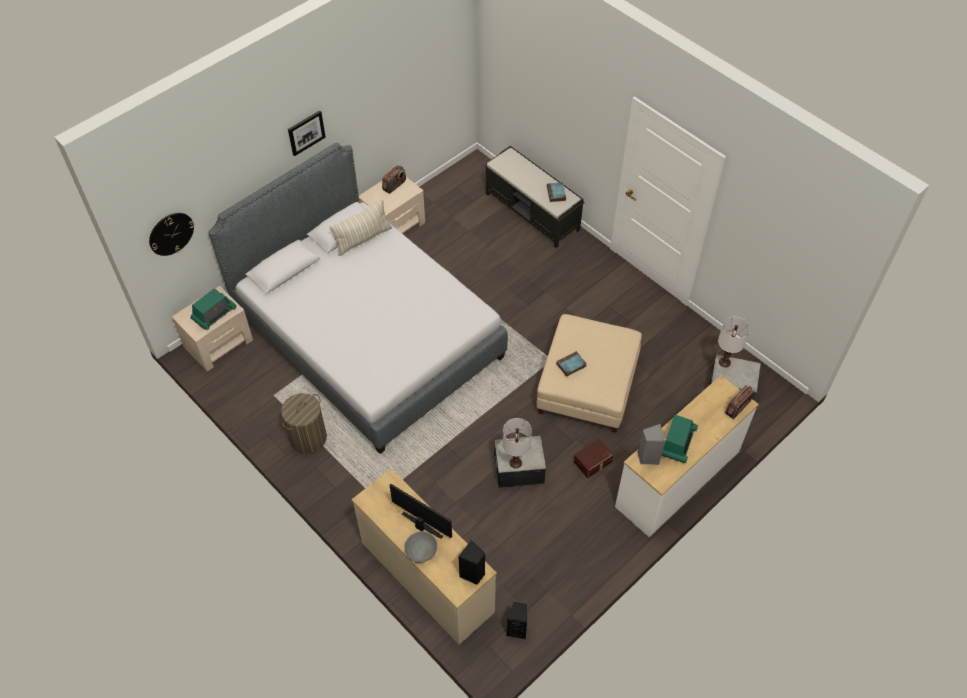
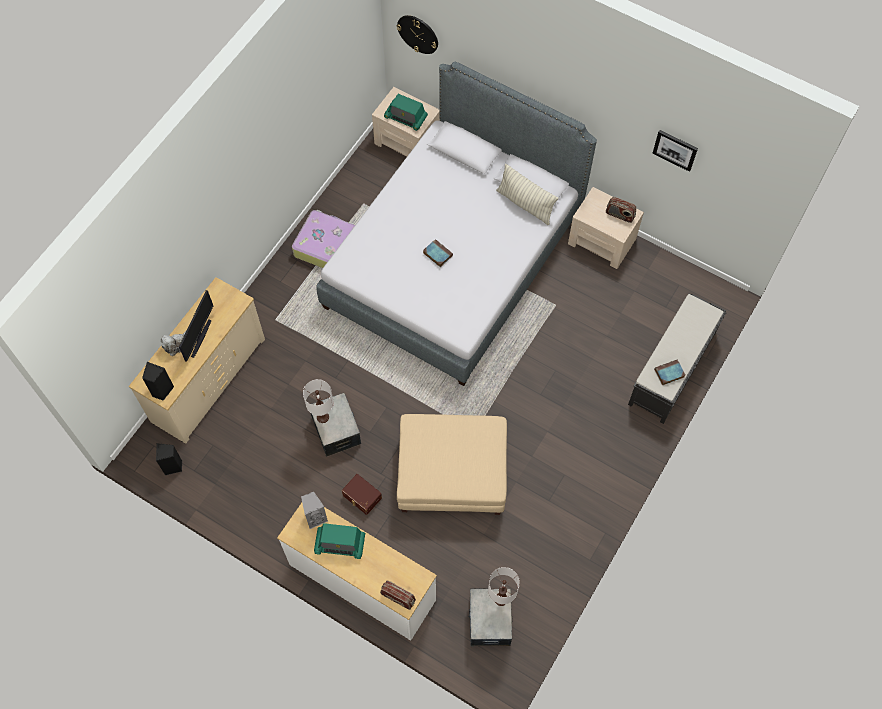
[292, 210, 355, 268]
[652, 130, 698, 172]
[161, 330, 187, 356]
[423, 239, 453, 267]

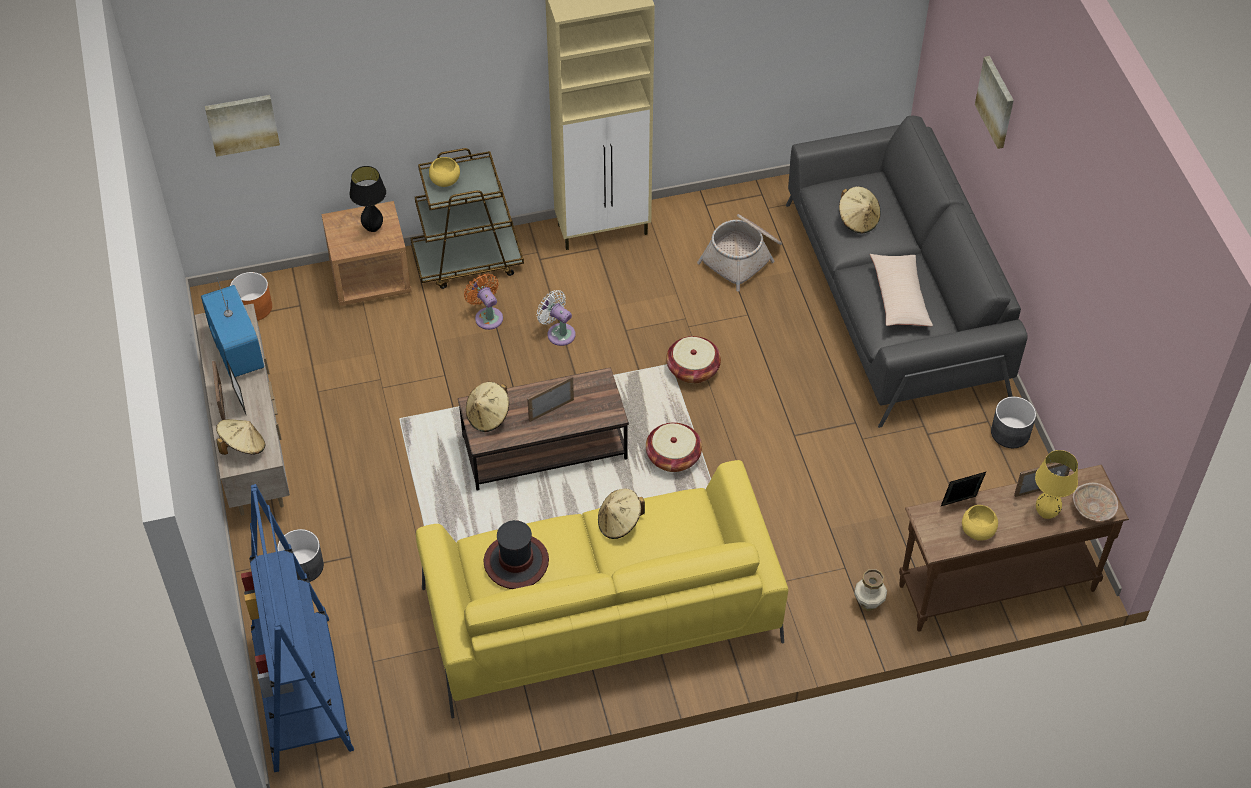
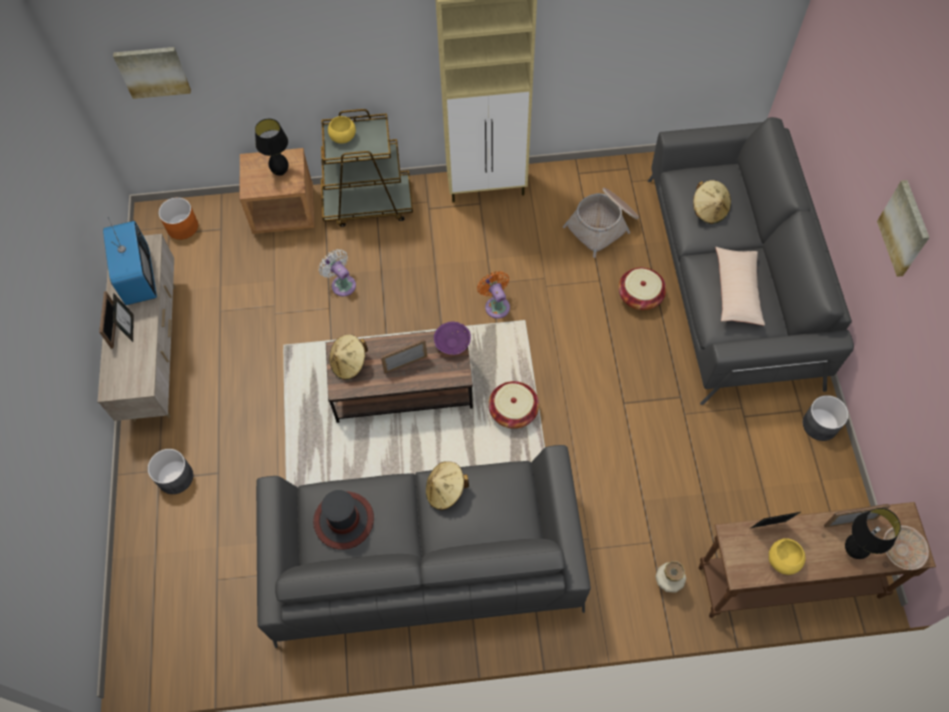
[216, 419, 265, 455] (first image)
[241, 484, 354, 772] (first image)
[256, 445, 591, 648]
[477, 271, 510, 319]
[319, 249, 356, 296]
[618, 267, 666, 310]
[877, 180, 930, 277]
[845, 508, 901, 559]
[434, 322, 471, 355]

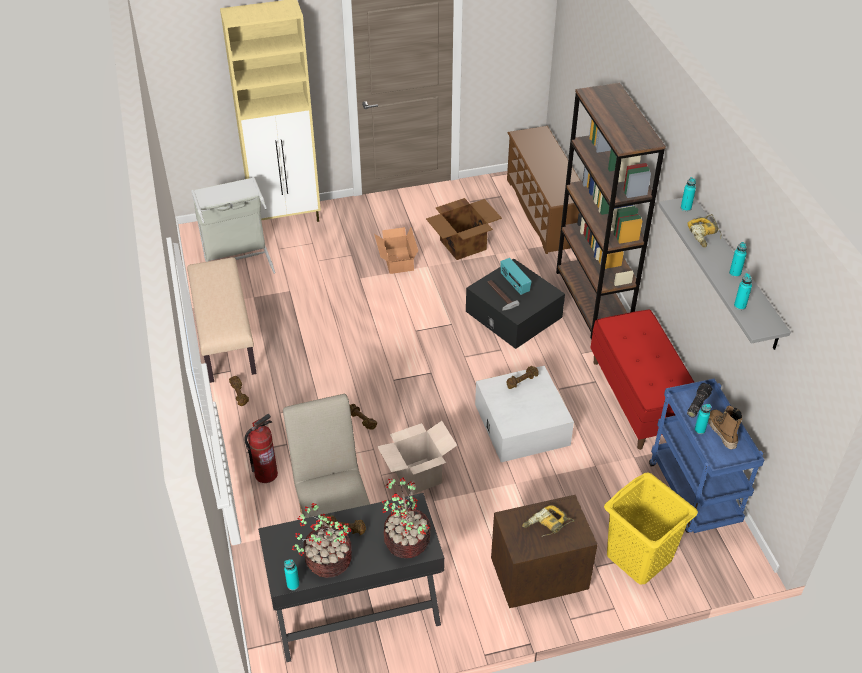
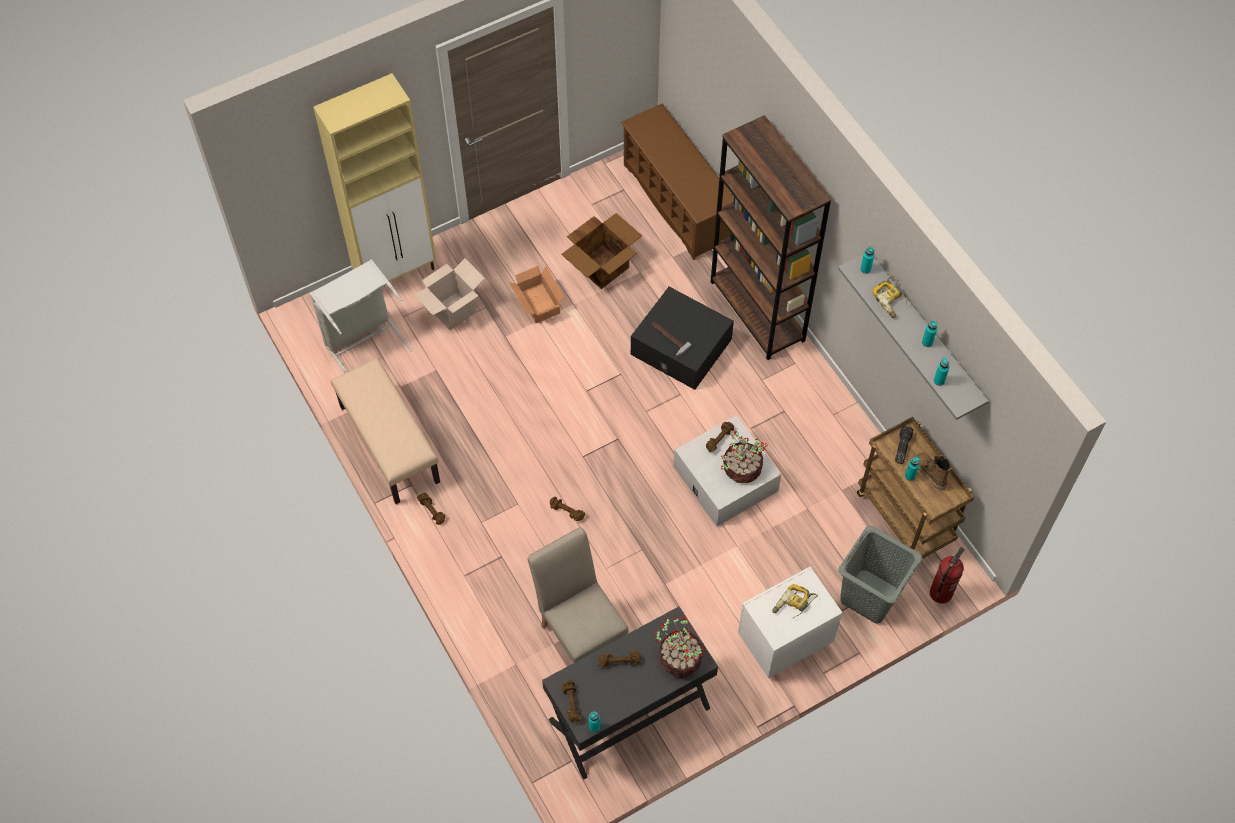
[930, 547, 964, 604]
[721, 431, 768, 483]
[413, 258, 485, 330]
[738, 567, 842, 678]
[501, 258, 532, 295] (first image)
[591, 310, 694, 450] (first image)
[838, 526, 922, 624]
[857, 417, 974, 559]
[561, 680, 582, 723]

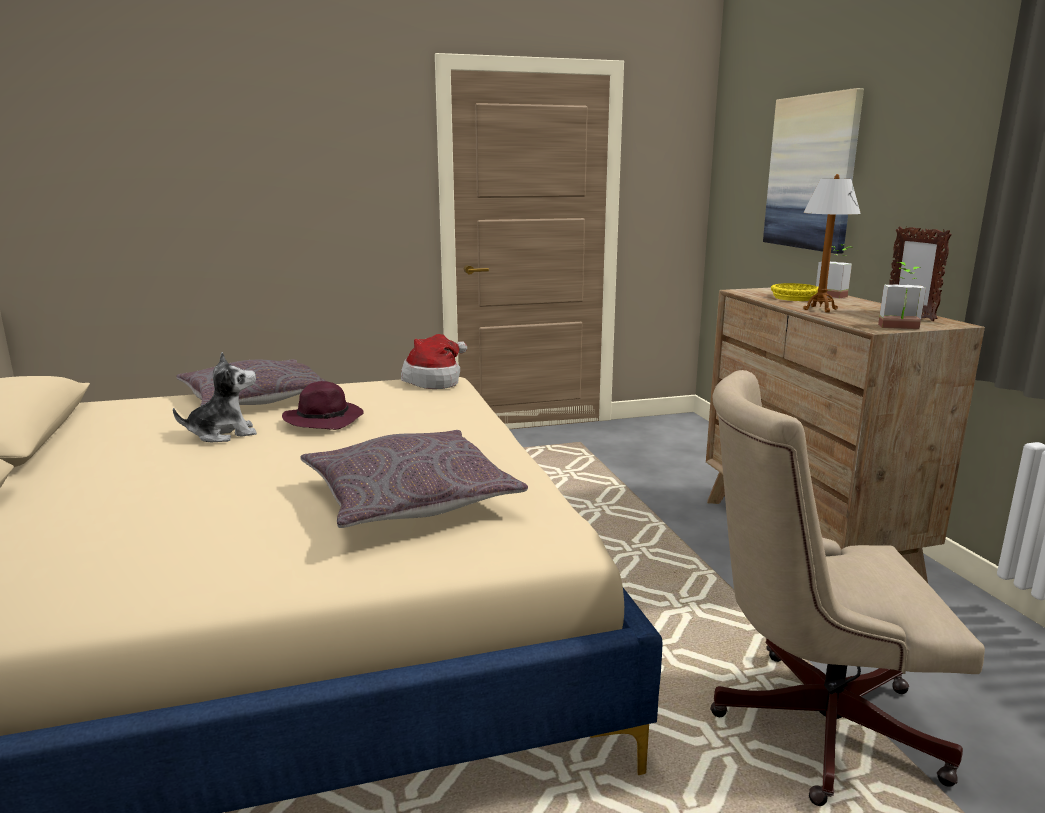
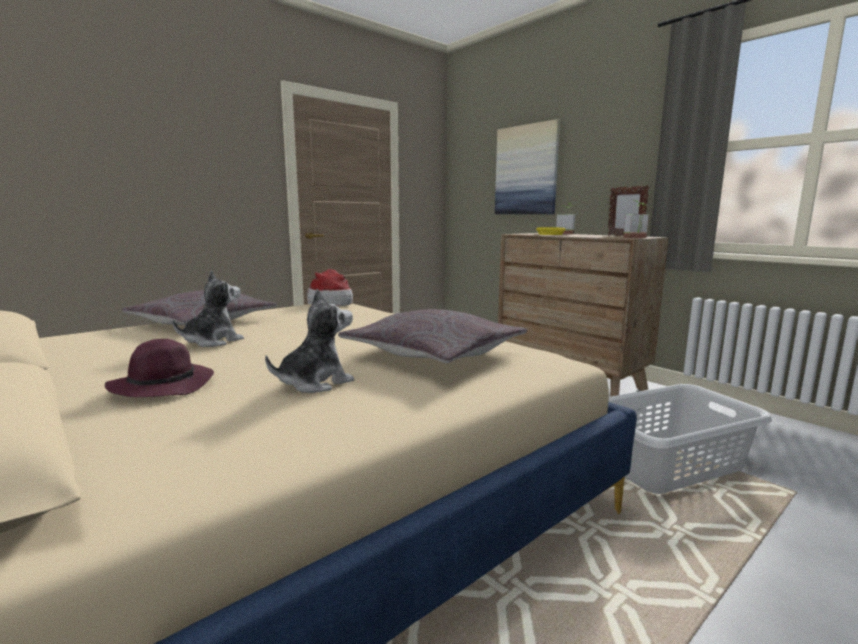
[105, 339, 214, 397]
[608, 384, 772, 494]
[803, 174, 861, 313] (first image)
[265, 289, 354, 393]

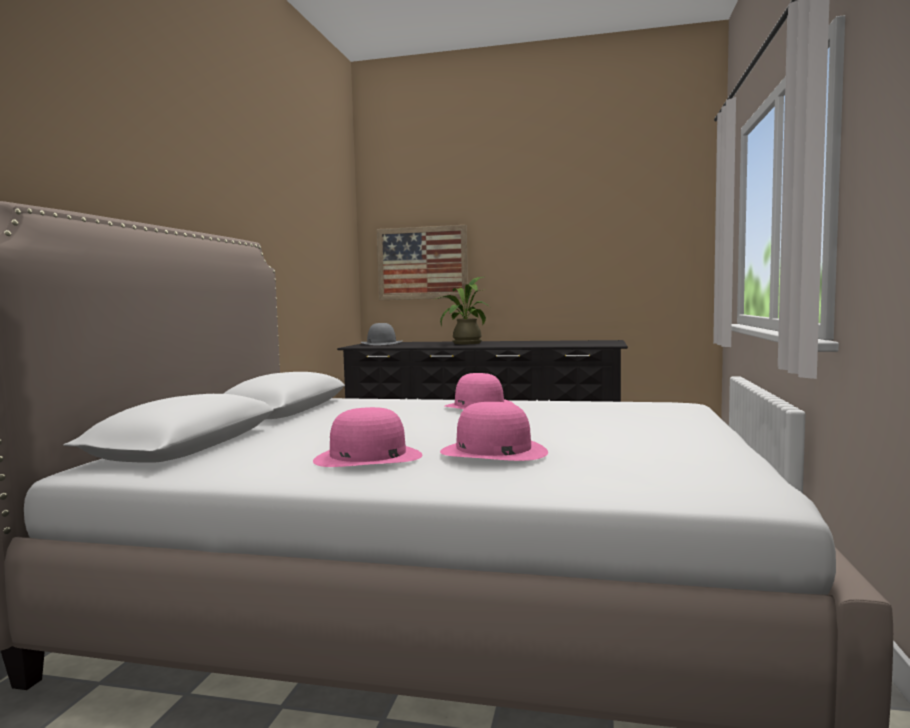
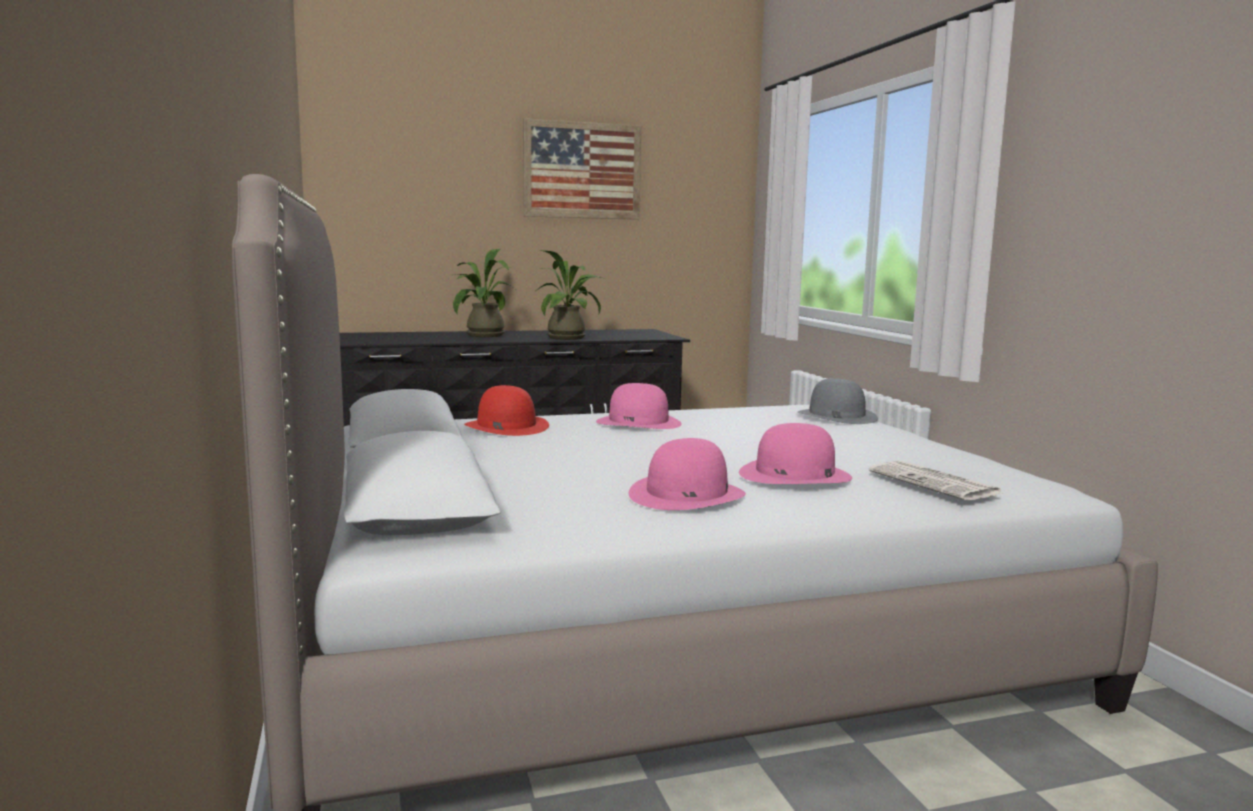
[797, 378, 878, 424]
[523, 118, 641, 220]
[464, 385, 549, 436]
[537, 250, 605, 340]
[869, 461, 1004, 500]

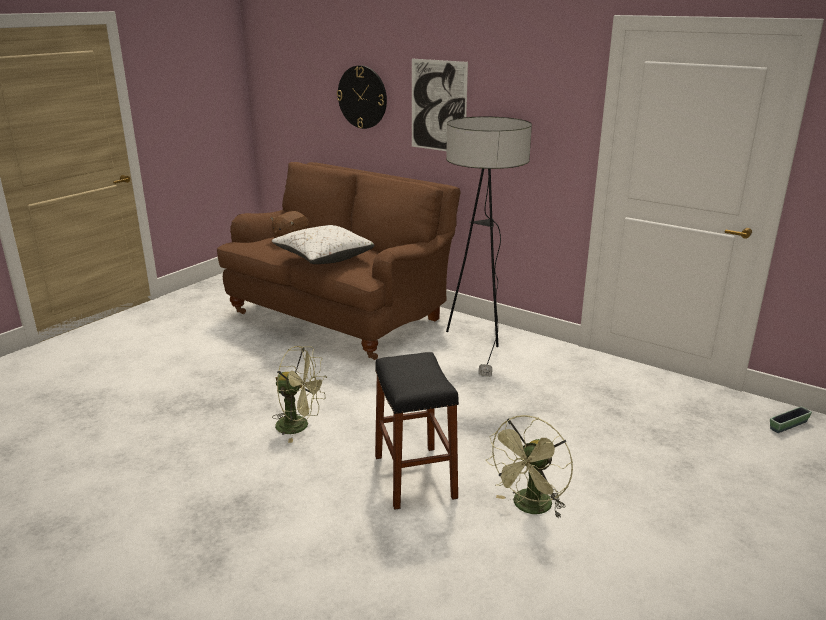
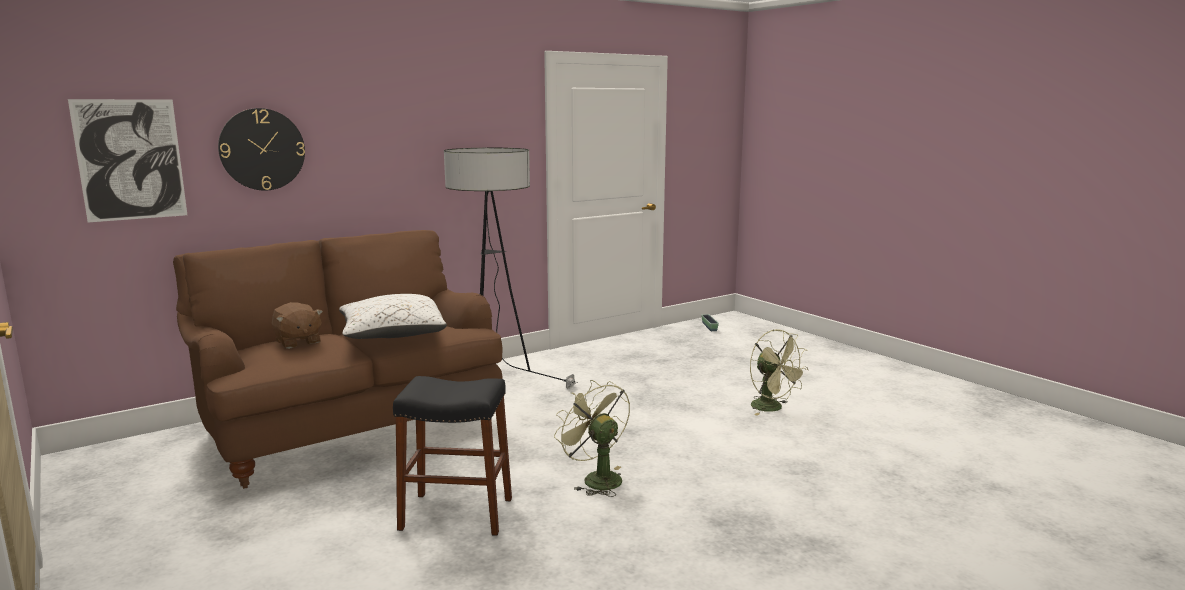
[554, 380, 630, 497]
[393, 376, 512, 536]
[68, 99, 187, 222]

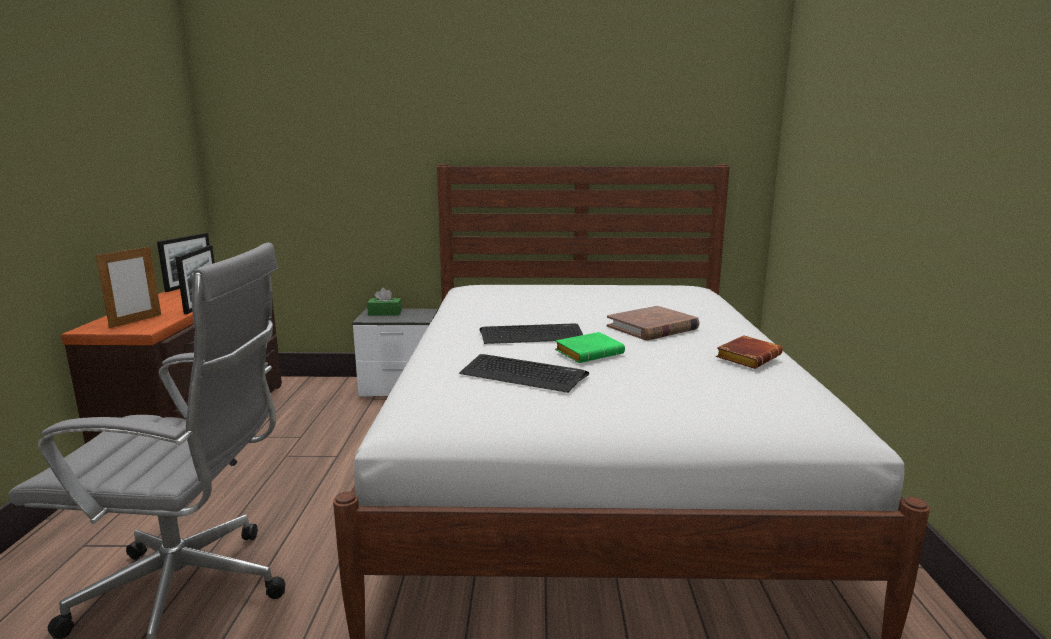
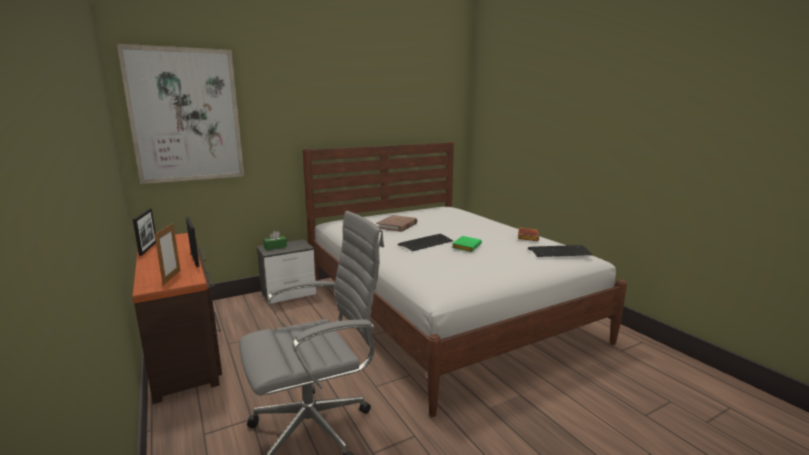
[528, 245, 593, 257]
[376, 215, 418, 232]
[117, 44, 244, 184]

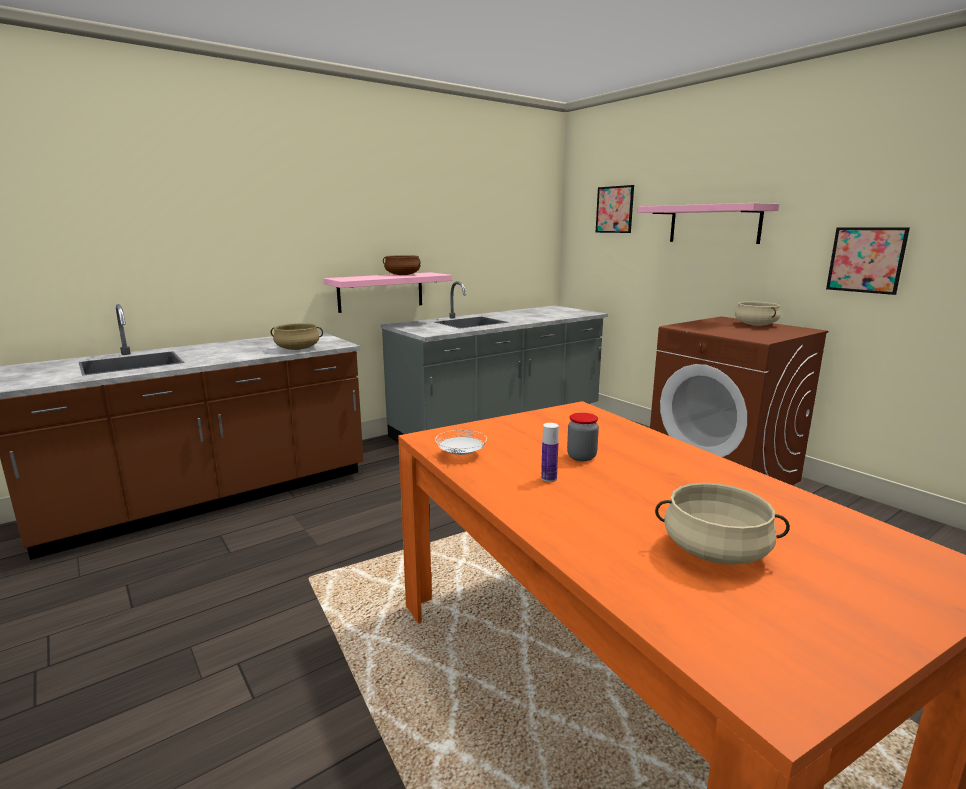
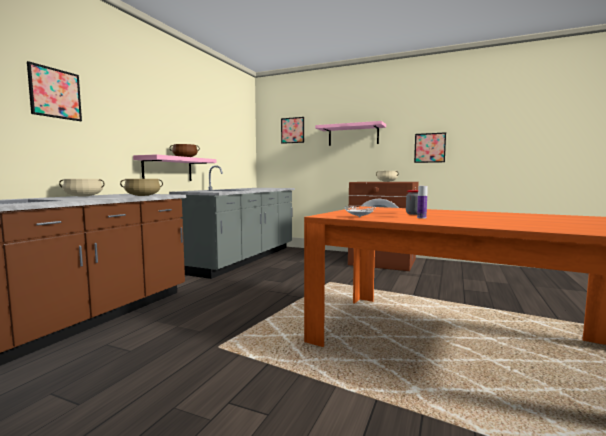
[59, 179, 105, 197]
[27, 61, 82, 121]

